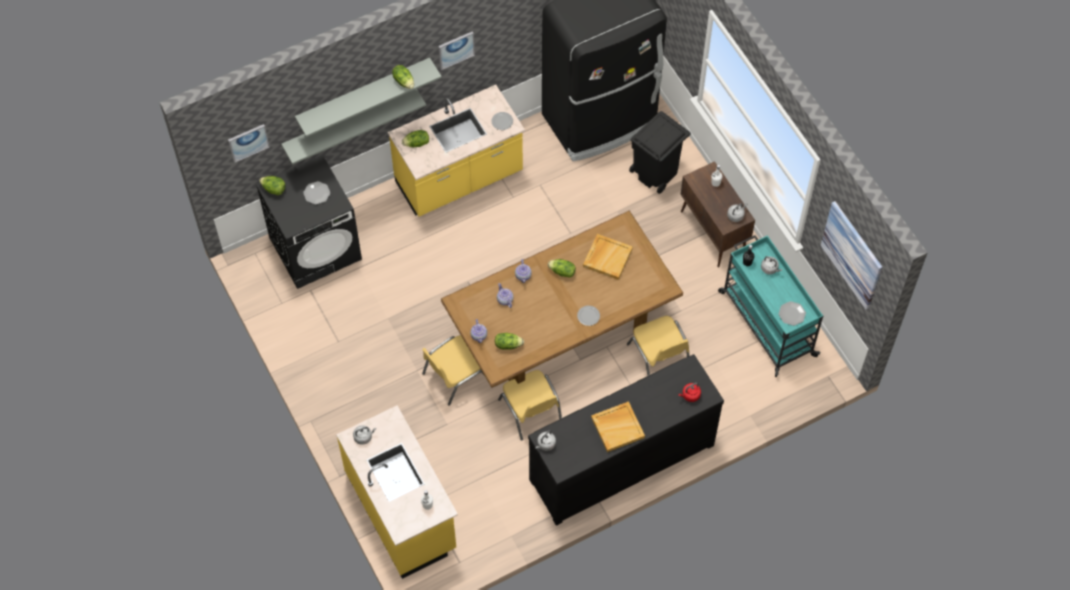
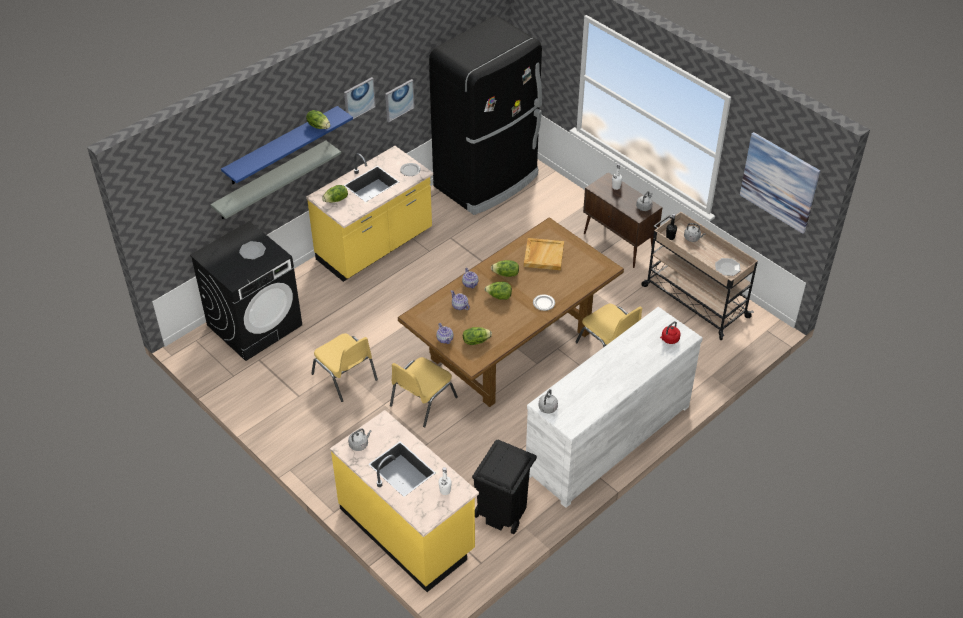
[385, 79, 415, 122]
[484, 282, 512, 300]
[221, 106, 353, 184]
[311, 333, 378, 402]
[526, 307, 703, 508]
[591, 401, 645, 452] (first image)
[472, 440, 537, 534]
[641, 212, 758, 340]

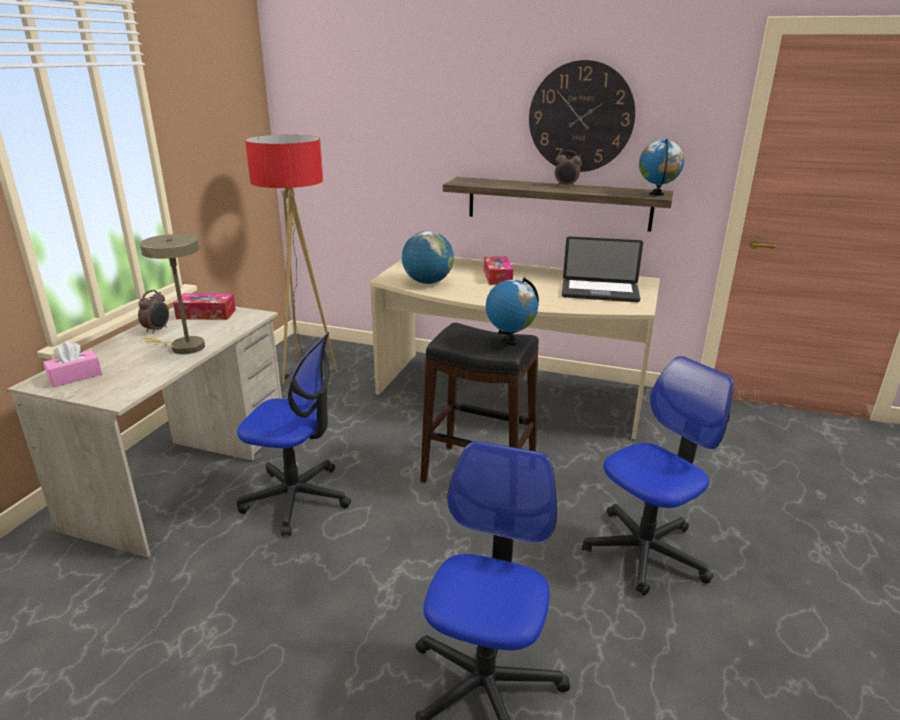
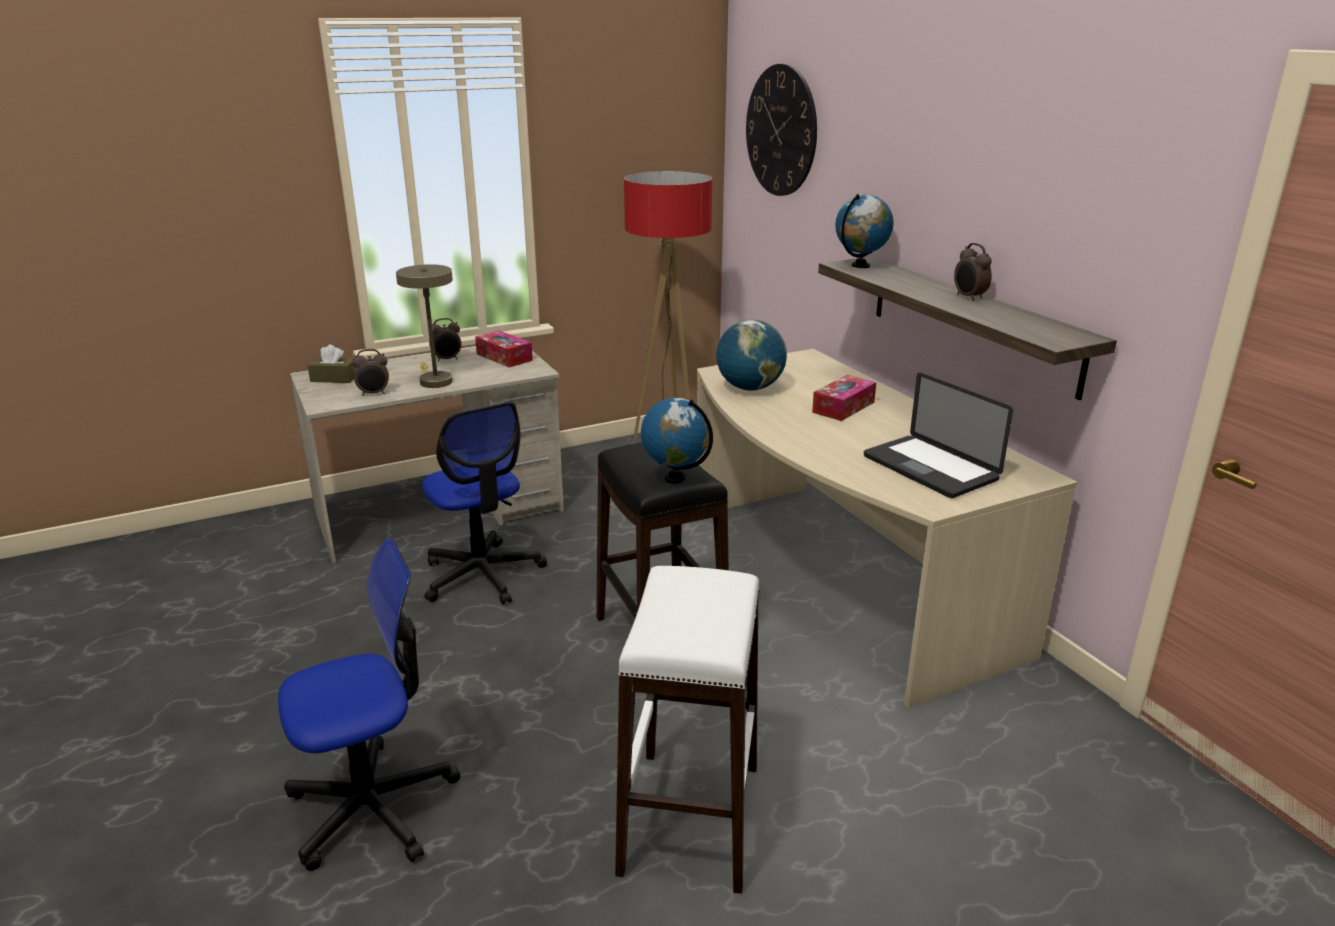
[307, 345, 355, 383]
[746, 64, 817, 196]
[615, 566, 759, 894]
[835, 194, 893, 268]
[352, 349, 389, 396]

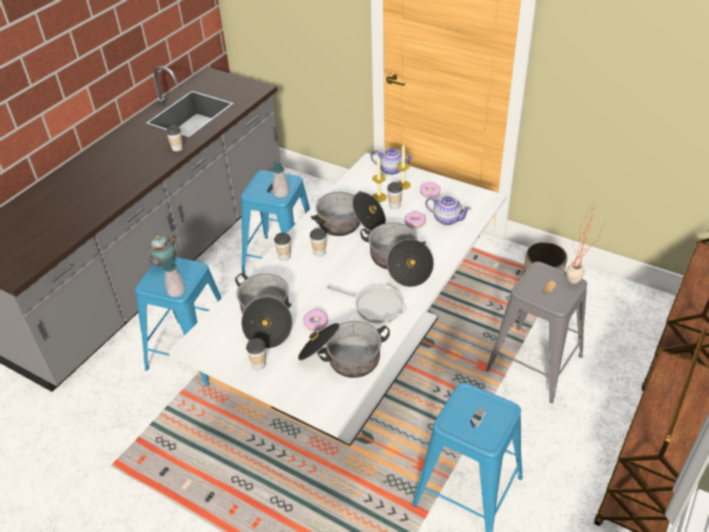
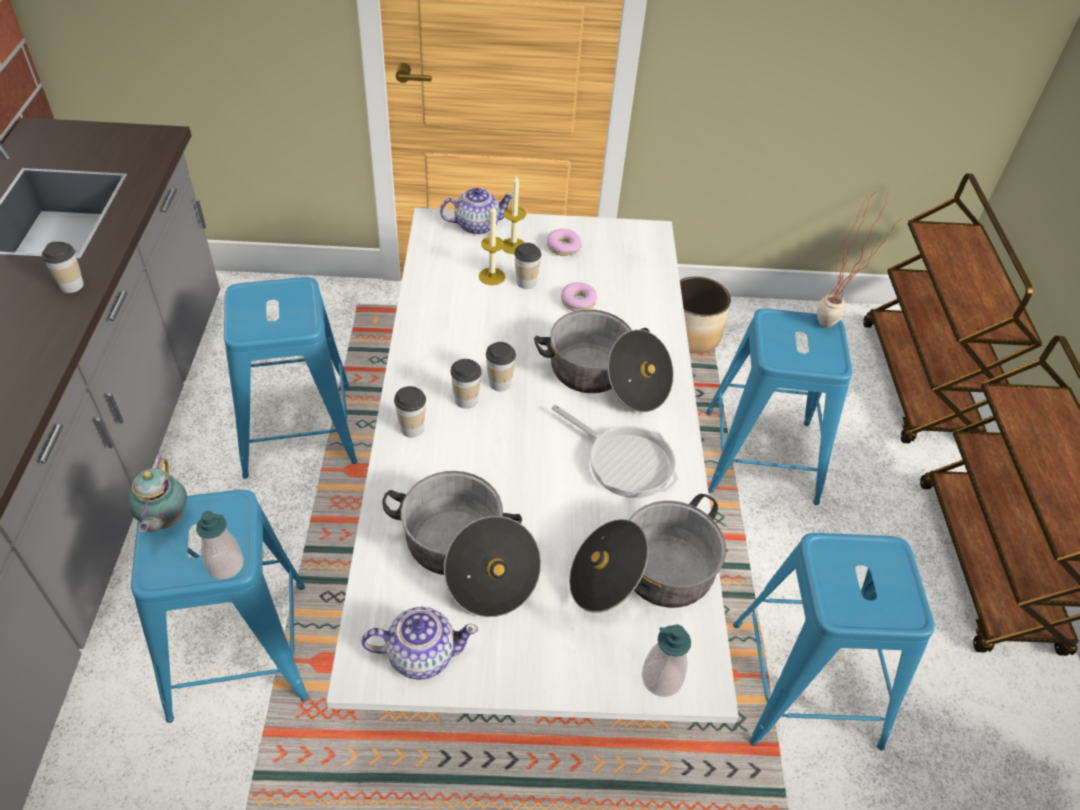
[486, 342, 516, 391]
[642, 624, 691, 697]
[303, 309, 328, 331] (first image)
[311, 191, 386, 236] (first image)
[551, 405, 678, 498]
[362, 607, 478, 680]
[706, 308, 852, 505]

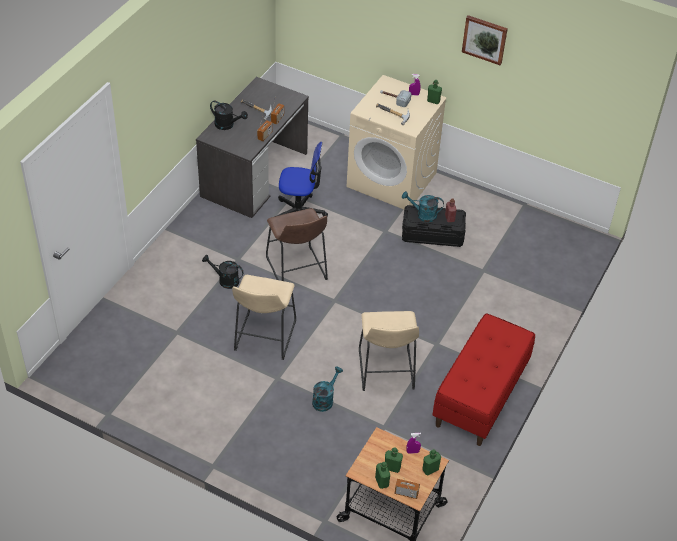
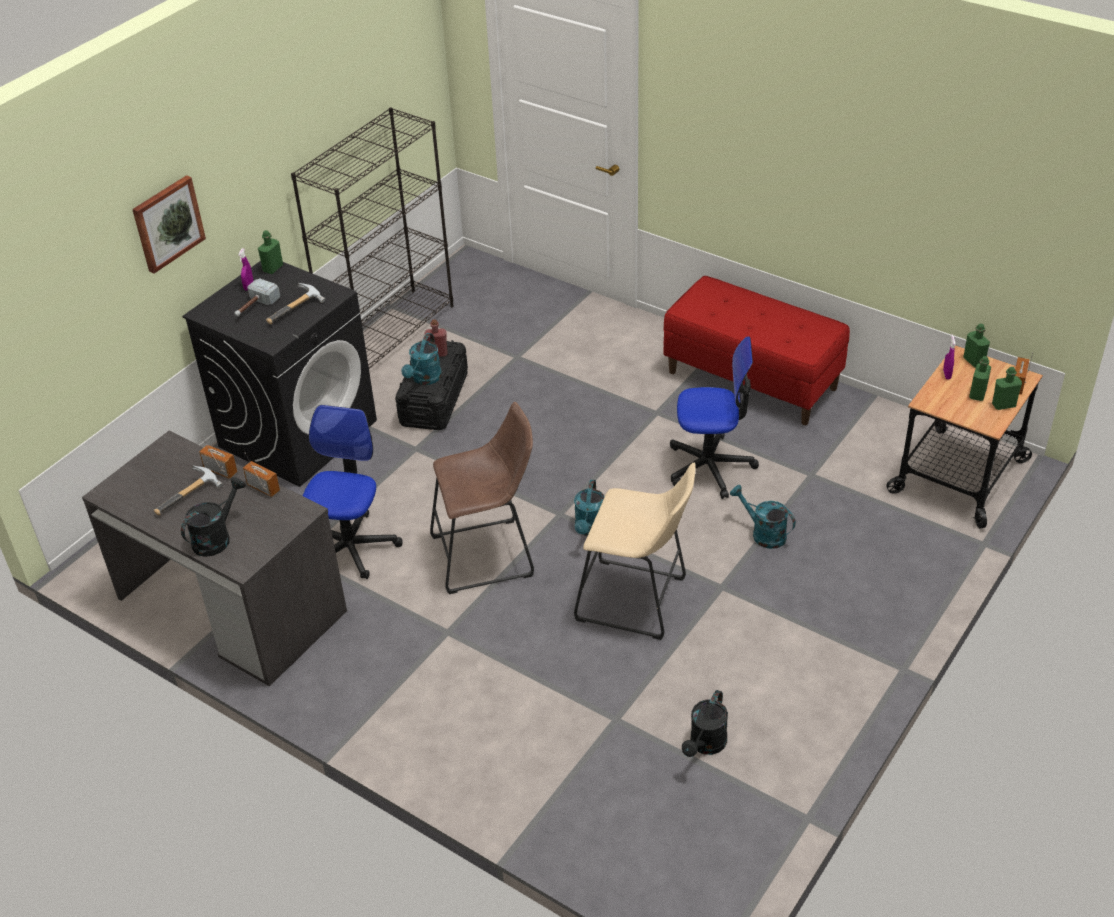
[682, 690, 728, 757]
[182, 261, 377, 487]
[670, 336, 759, 499]
[132, 175, 206, 273]
[291, 107, 454, 369]
[574, 480, 605, 536]

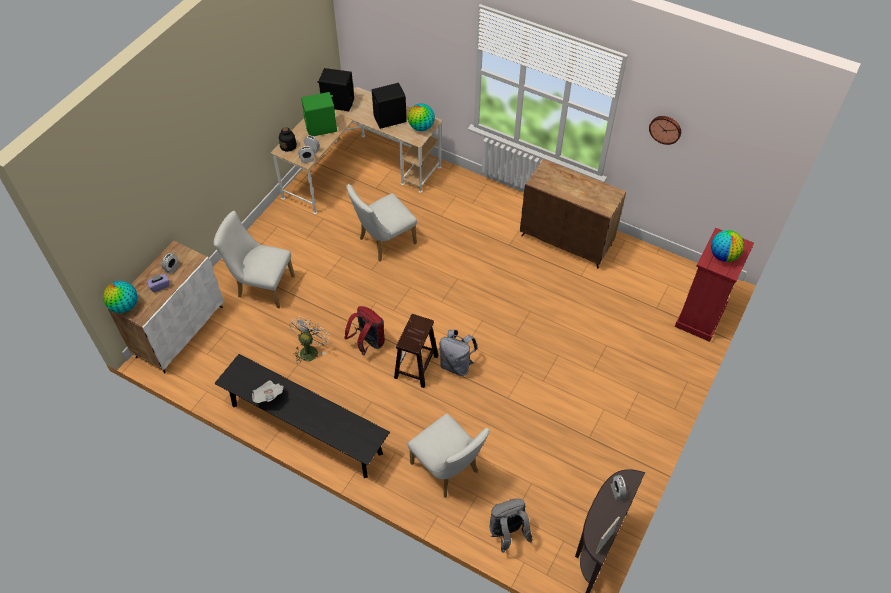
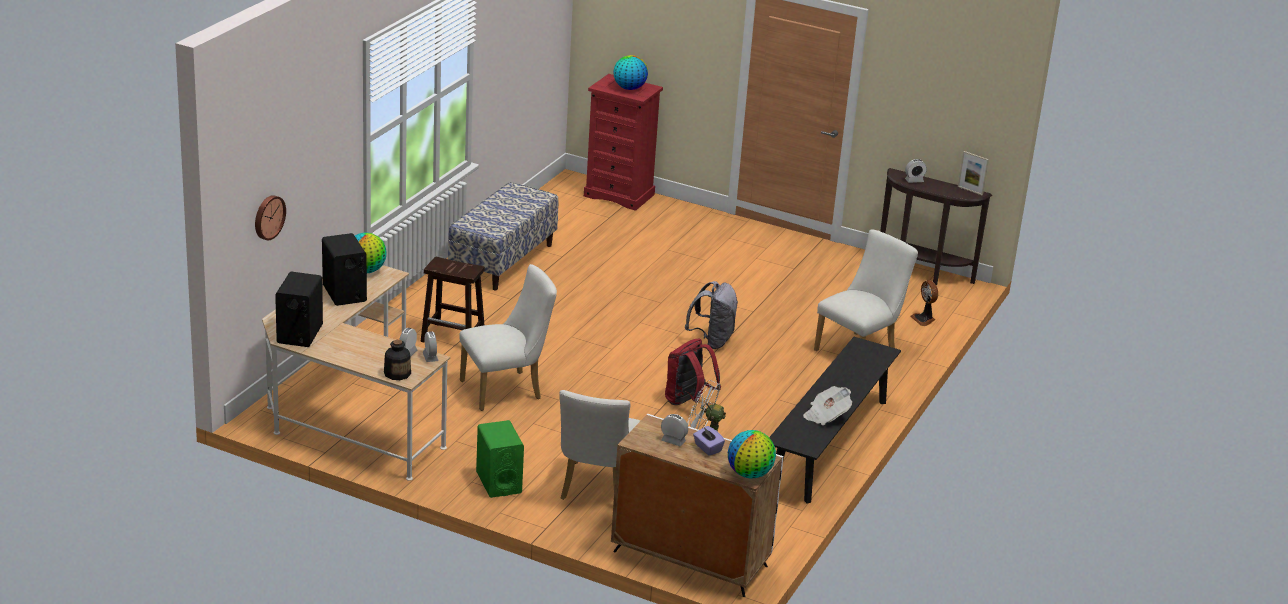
[476, 420, 524, 498]
[459, 264, 557, 411]
[421, 257, 485, 343]
[910, 280, 938, 326]
[448, 182, 558, 291]
[255, 195, 286, 240]

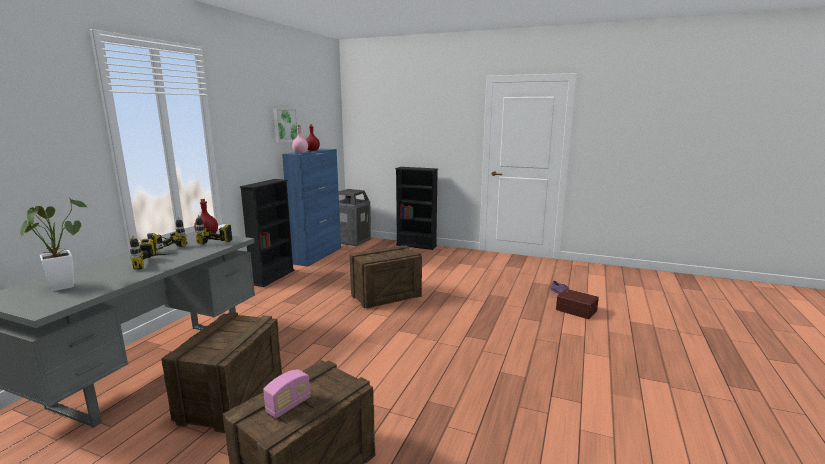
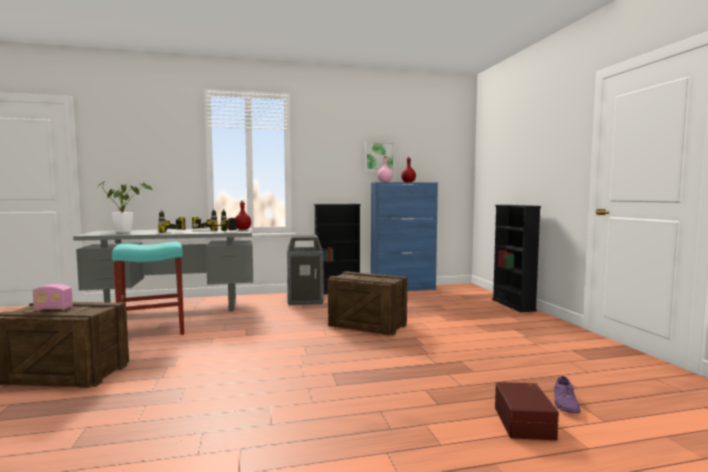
[112, 242, 184, 335]
[287, 235, 324, 305]

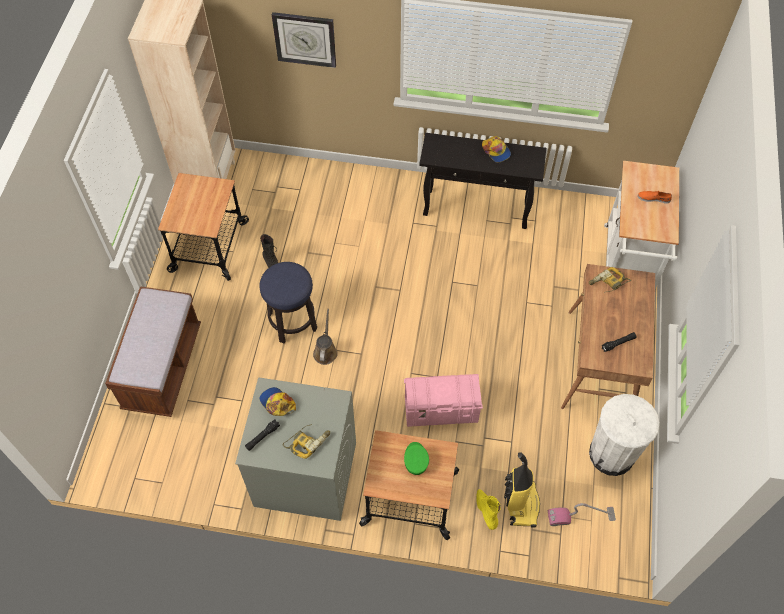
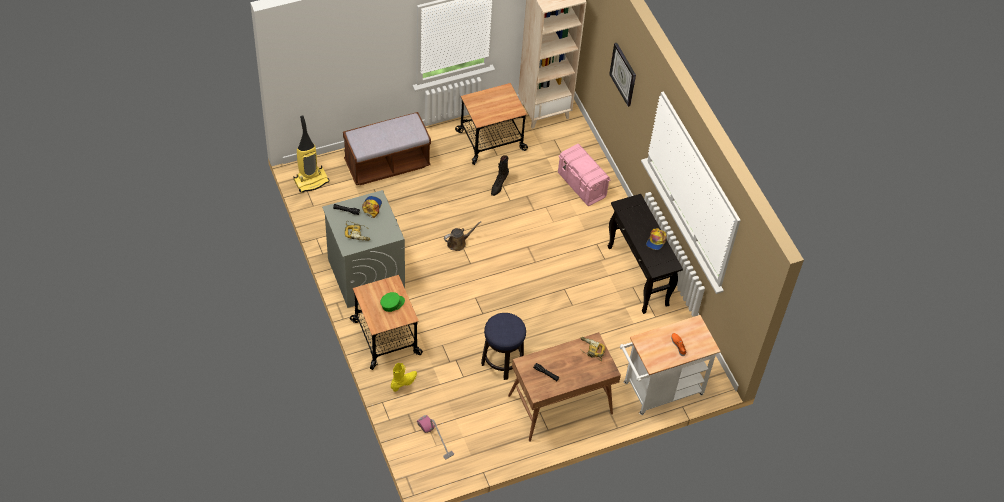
[481, 313, 526, 380]
[558, 144, 610, 206]
[293, 115, 330, 192]
[589, 394, 660, 476] (first image)

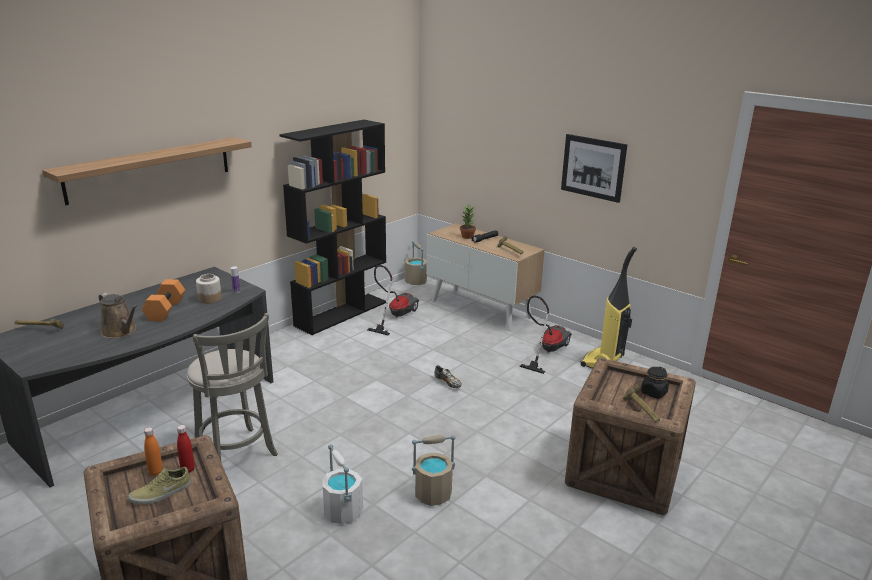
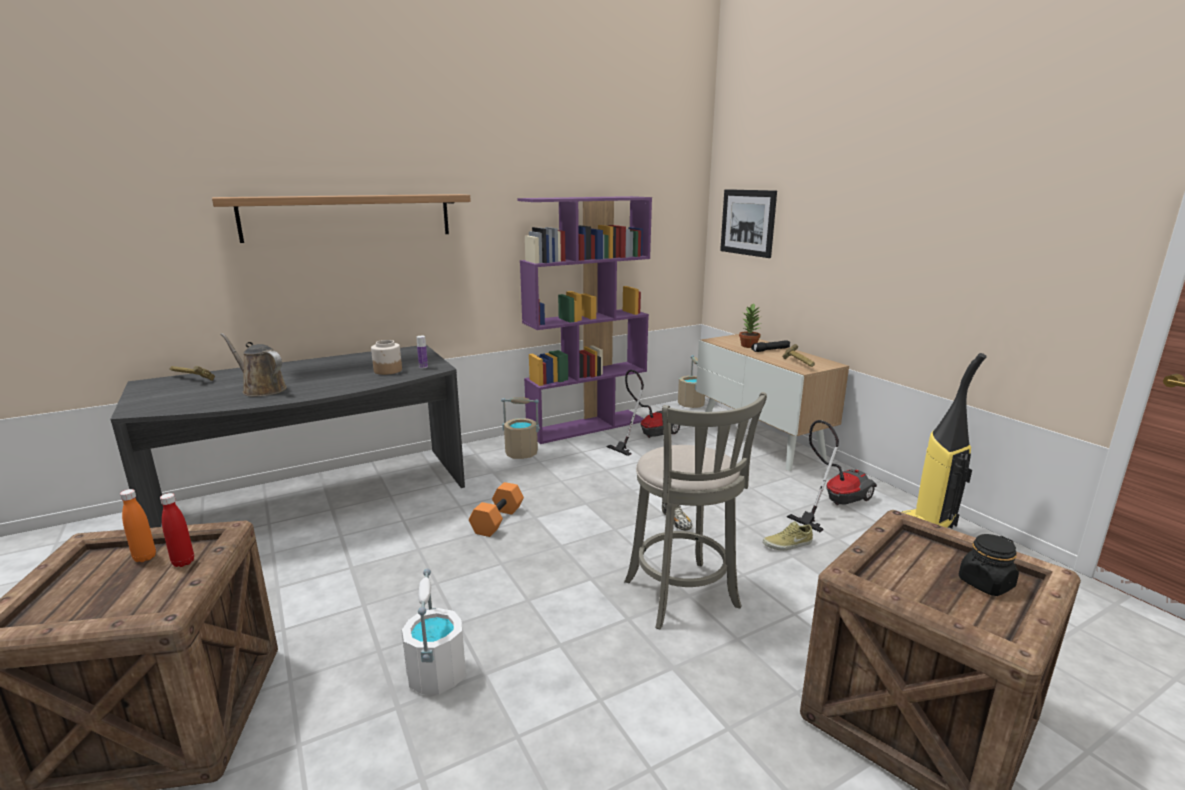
[220, 333, 287, 397]
[763, 521, 813, 551]
[469, 482, 524, 537]
[624, 392, 767, 630]
[517, 196, 652, 444]
[501, 397, 540, 459]
[720, 189, 777, 258]
[623, 384, 660, 423] (first image)

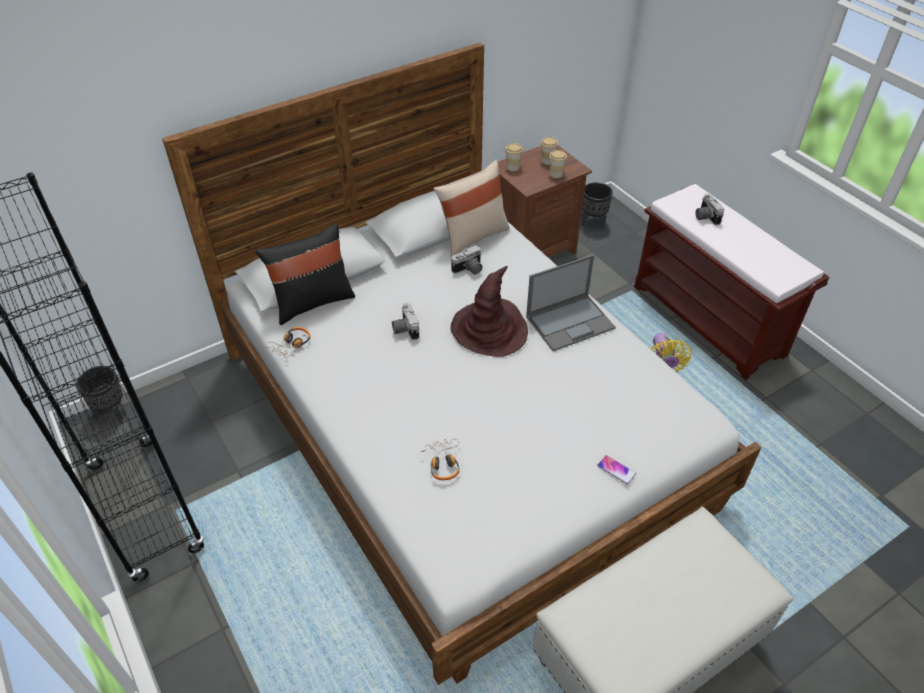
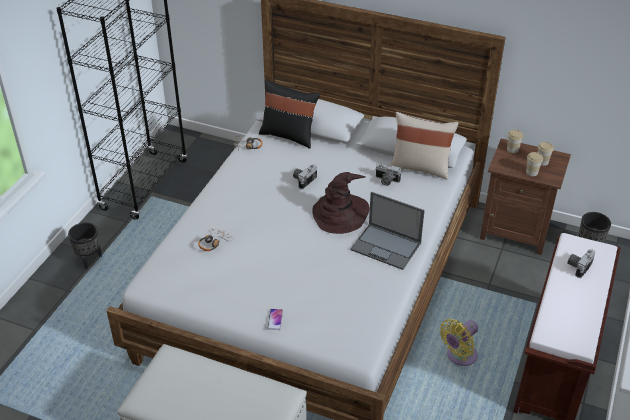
[68, 222, 102, 269]

